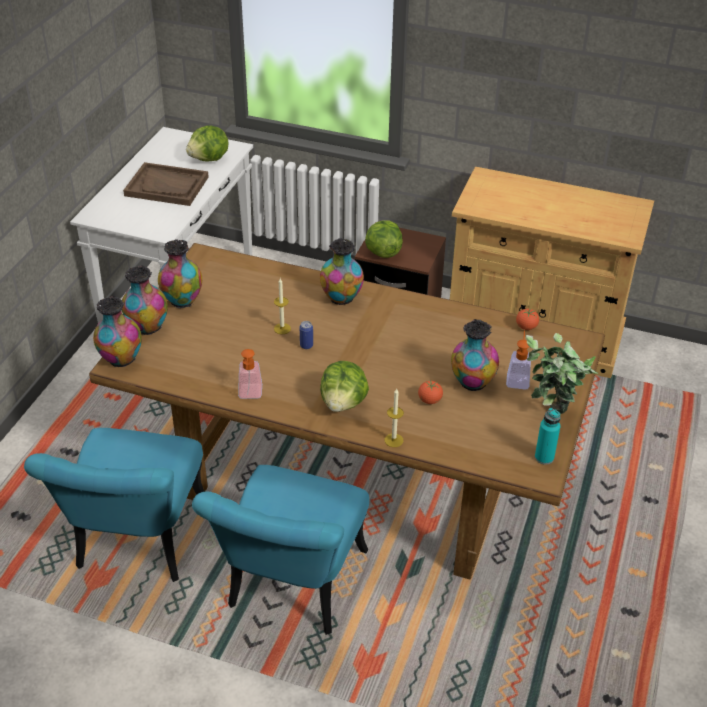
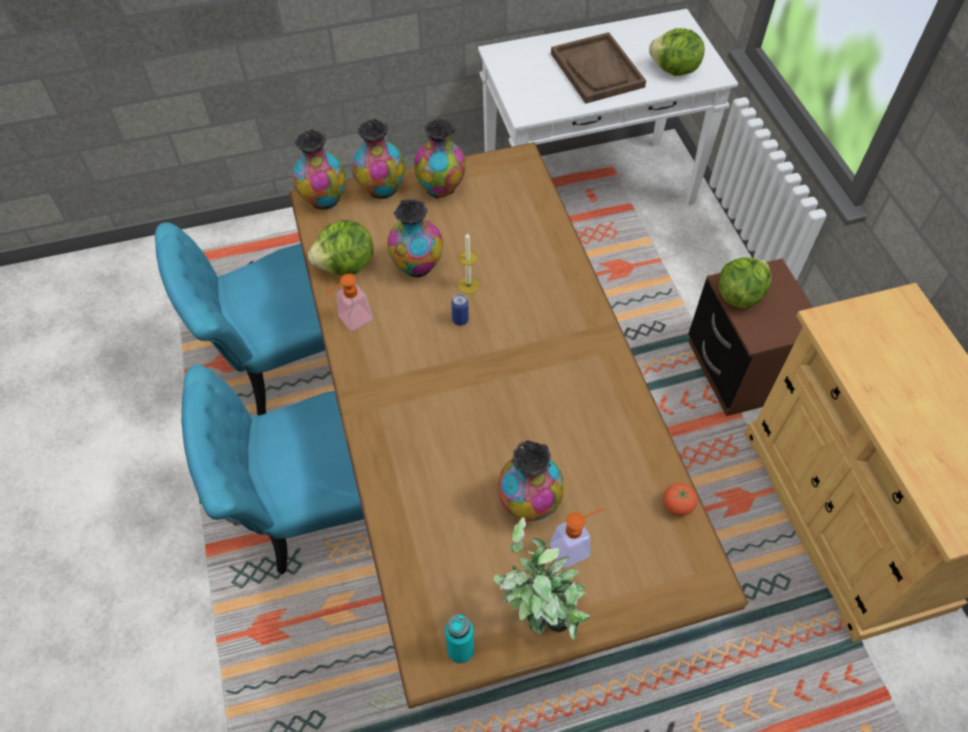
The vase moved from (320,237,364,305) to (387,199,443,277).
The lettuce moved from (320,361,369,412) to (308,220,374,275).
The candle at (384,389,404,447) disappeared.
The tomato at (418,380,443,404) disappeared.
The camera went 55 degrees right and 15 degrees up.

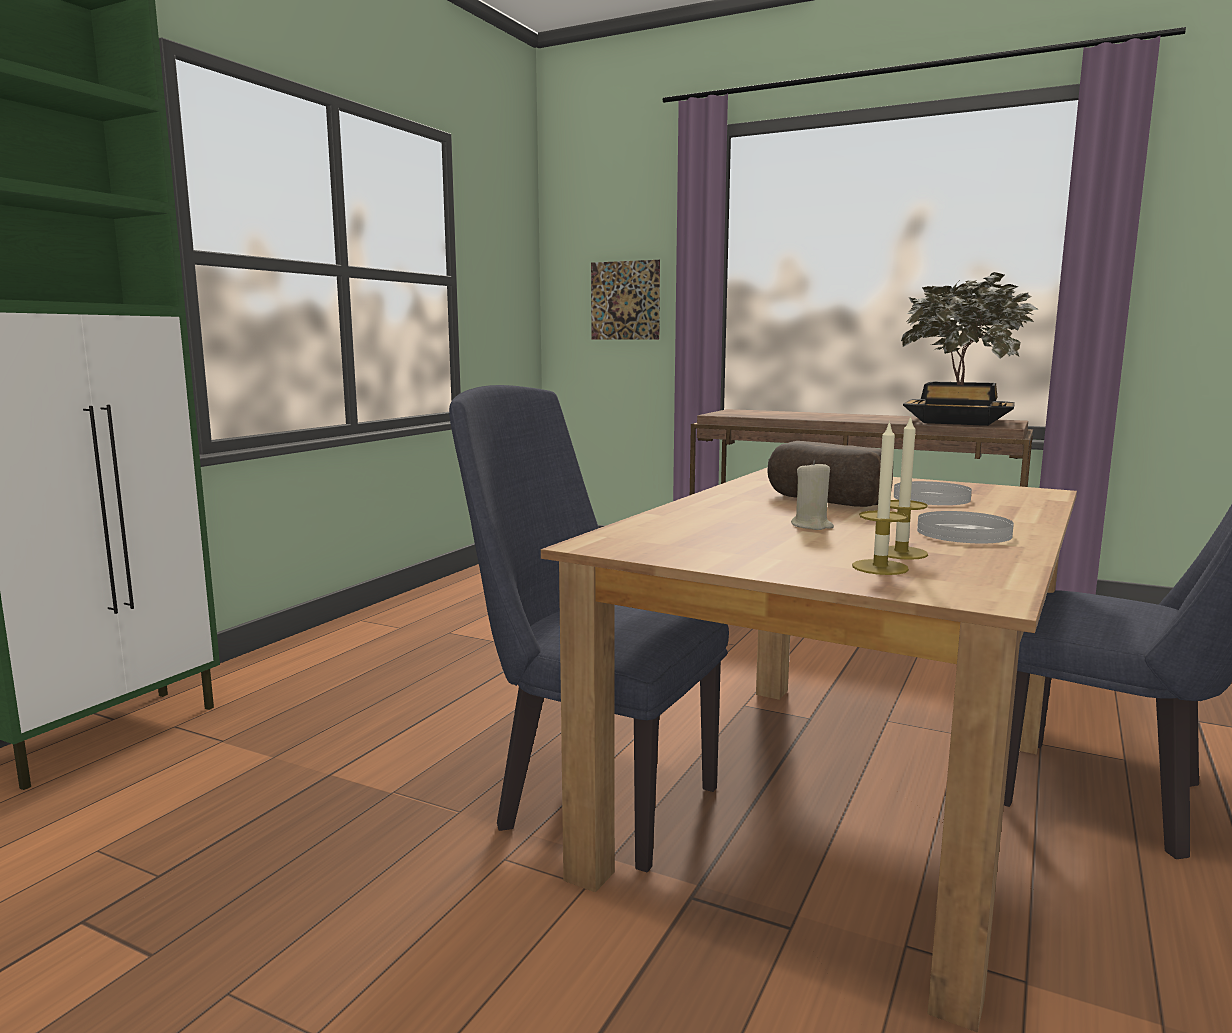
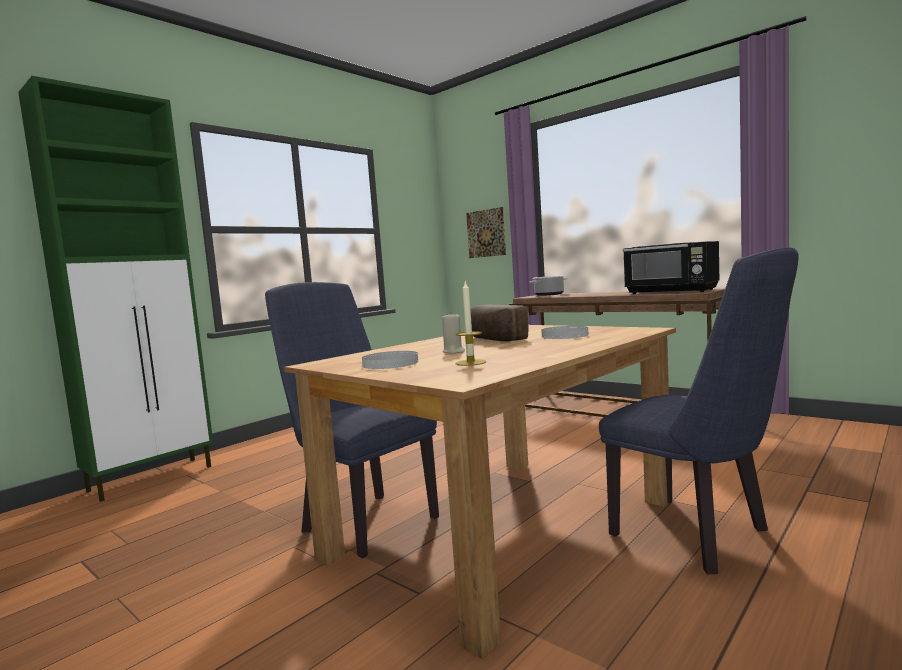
The candle at (852,420,909,575) disappeared.
The potted plant at (901,272,1039,426) was replaced by the black microwave at (623,241,719,294).
The white plate moved from (917,511,1014,543) to (362,351,418,369).
The cooking pot at (529,276,568,296) appeared.
The camera went 15 degrees right and 5 degrees down.

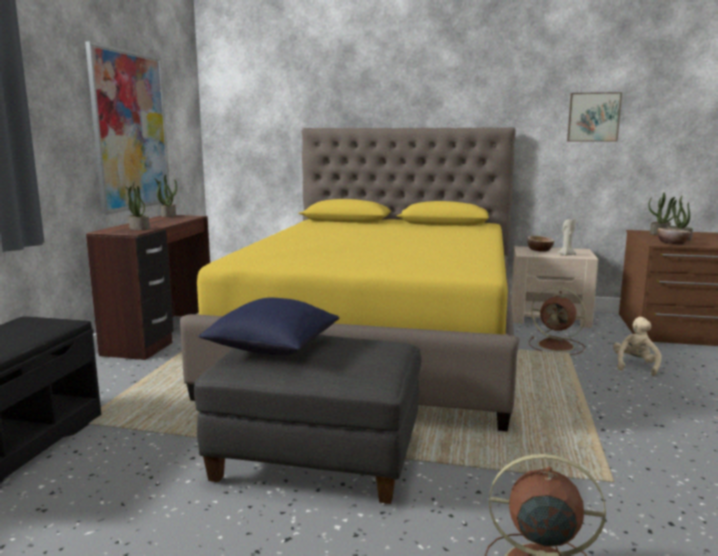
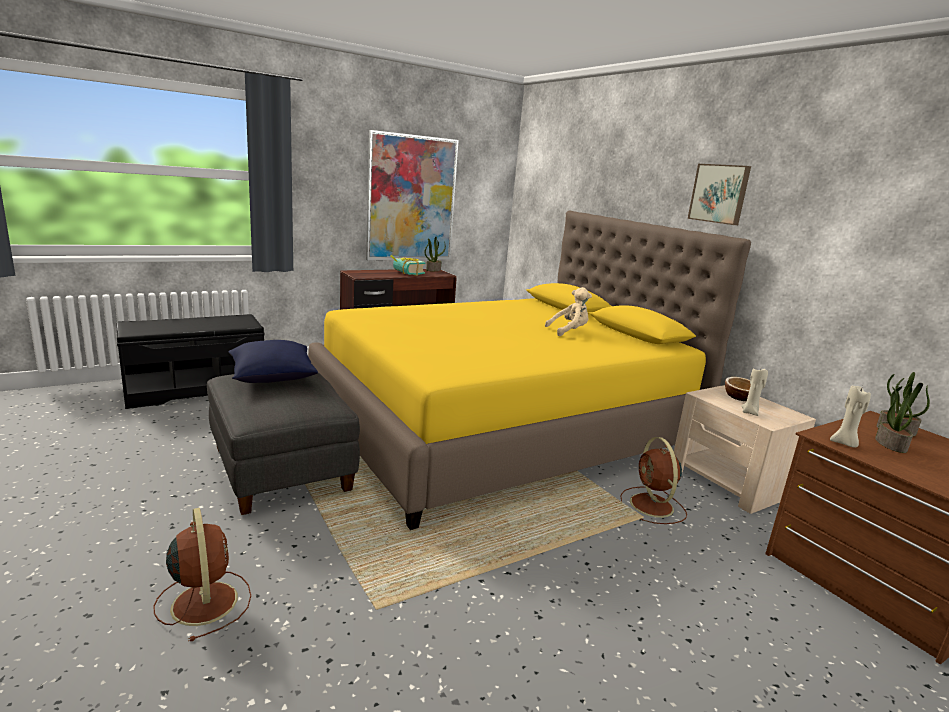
The potted plant at (125,182,150,230) disappeared.
The picture moved from (567,92,622,142) to (688,164,751,225).
The beige plush toy moved from (613,317,662,376) to (545,287,592,336).
The bowl at (657,228,691,244) was replaced by the beige candle at (830,385,871,448).
The book at (391,255,426,276) appeared.
The camera went 45 degrees right and 5 degrees up.

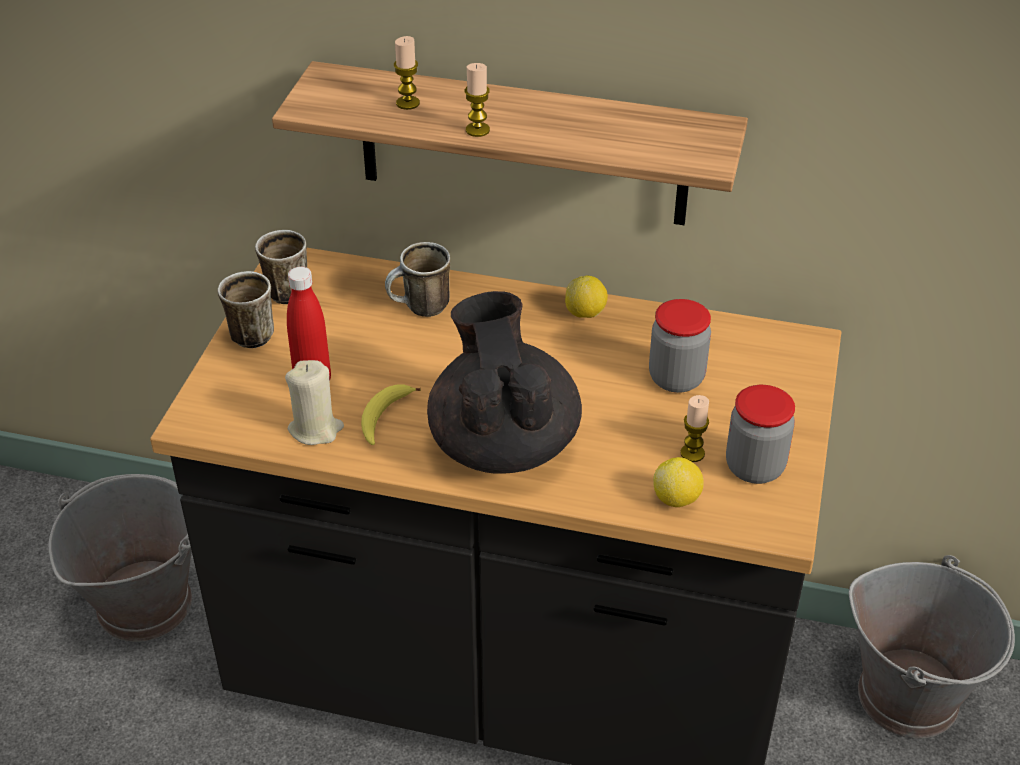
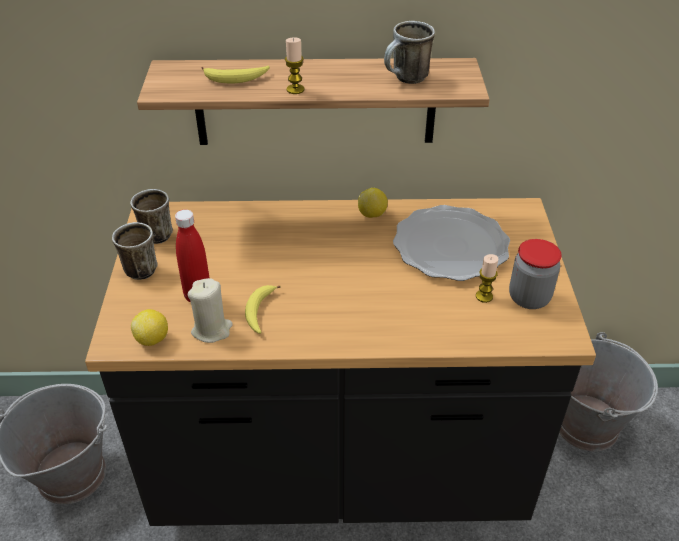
The mug moved from (385,242,450,317) to (384,21,435,84).
The candle at (394,36,420,110) was replaced by the banana at (202,66,270,84).
The black teapot at (427,291,582,474) disappeared.
The jar at (649,299,711,393) was replaced by the plate at (393,205,510,281).
The lemon moved from (653,457,704,507) to (131,309,168,346).
The camera went 15 degrees left and 0 degrees up.

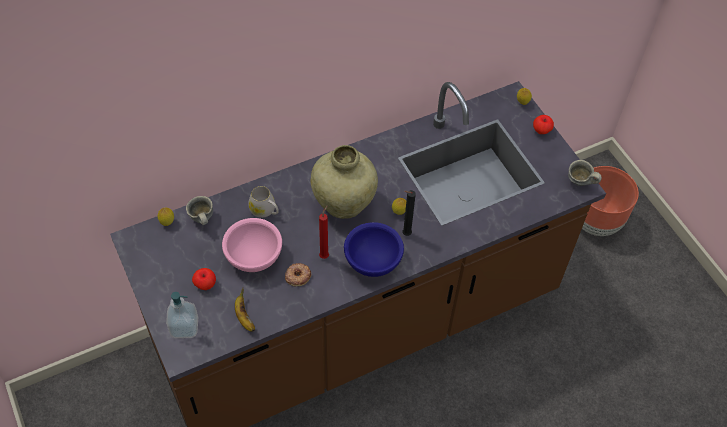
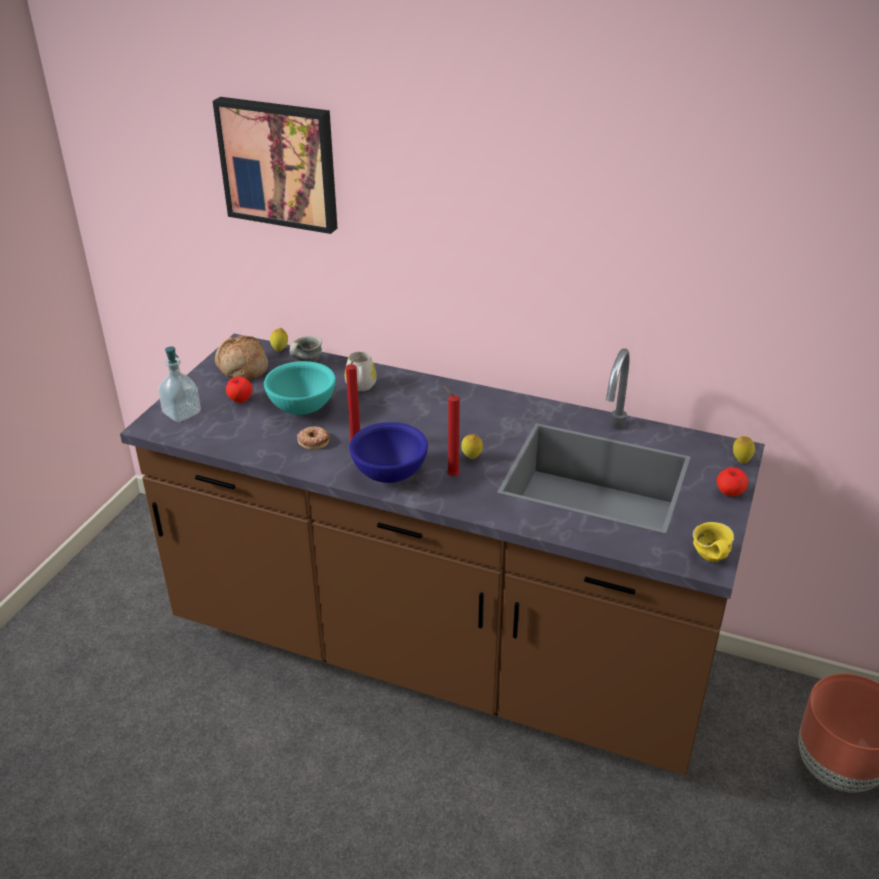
The pink bowl at (222,218,282,272) became the turquoise bowl at (264,361,336,415).
The banana at (235,288,255,331) disappeared.
The beige vase at (311,145,378,219) disappeared.
The black candle at (402,190,416,236) became the red candle at (443,386,460,477).
The grey mug at (568,160,602,186) became the yellow mug at (693,522,734,562).
The picture at (213,97,337,234) appeared.
The bread at (215,335,268,380) appeared.
The camera went 50 degrees right and 20 degrees down.

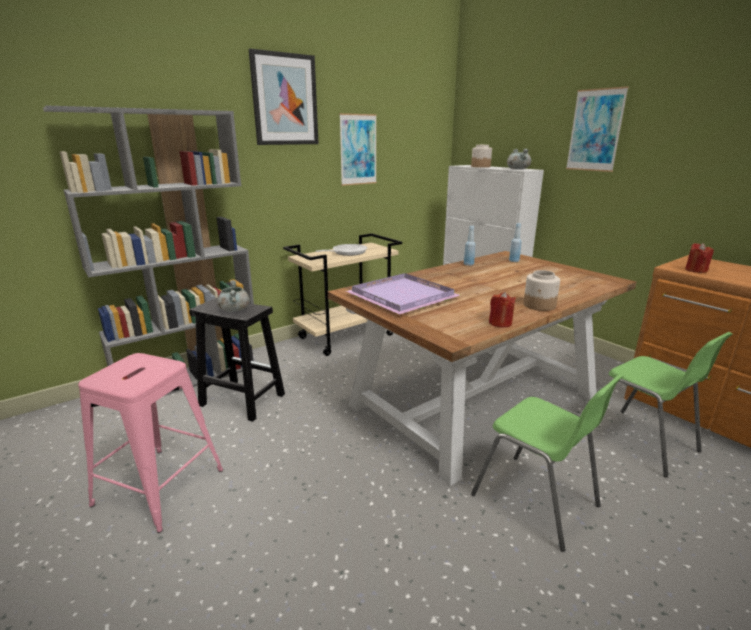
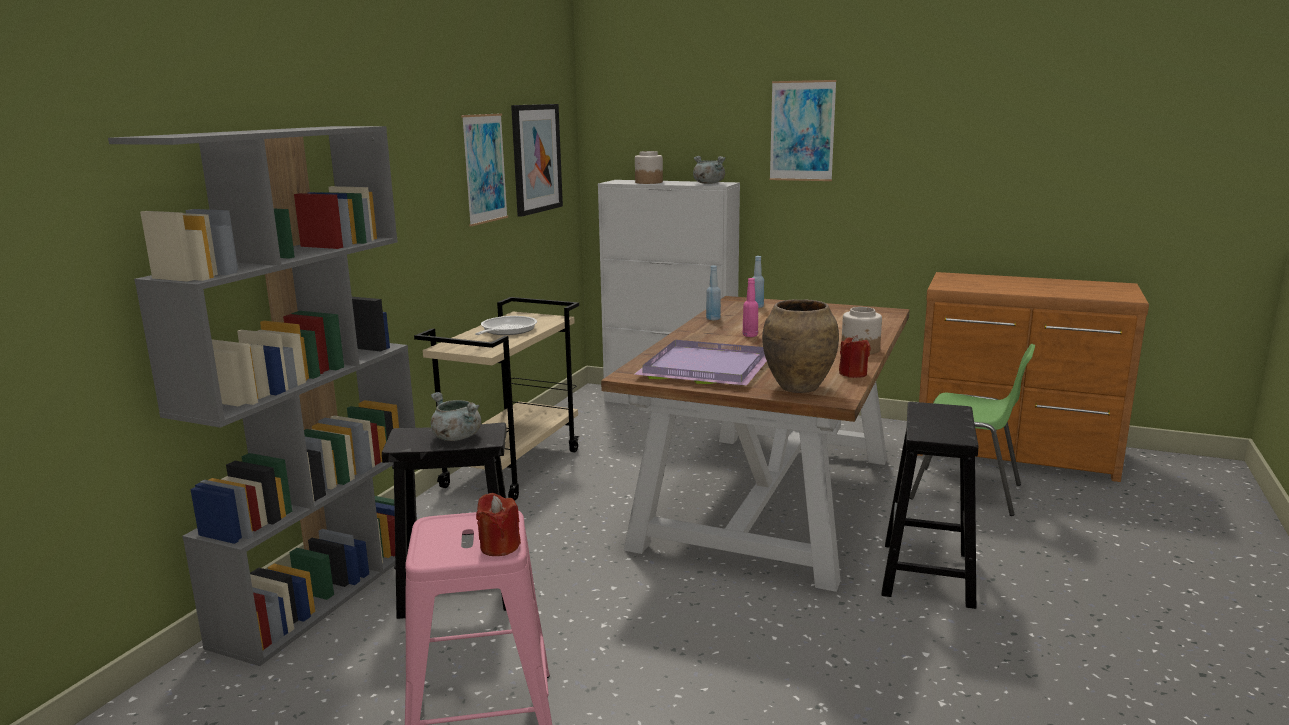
The picture moved from (249,48,319,145) to (511,104,563,217).
The green chair at (471,373,625,552) was replaced by the black stool at (881,402,978,609).
The red candle moved from (685,243,714,273) to (476,493,521,556).
The pink bottle at (743,278,758,337) appeared.
The brown vase at (762,299,839,393) appeared.
The camera went 30 degrees left and 5 degrees down.

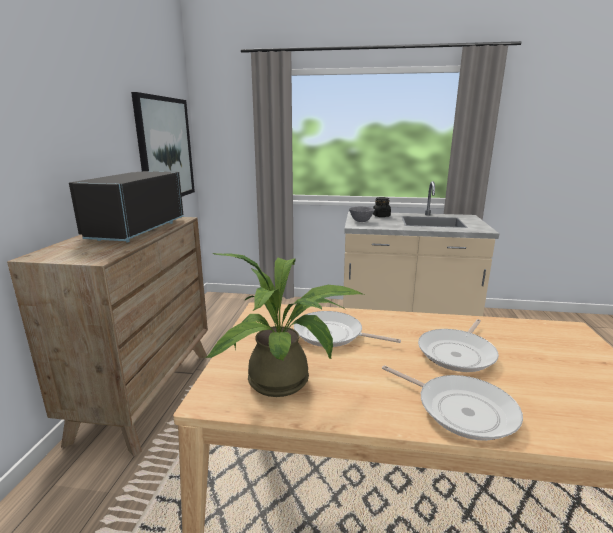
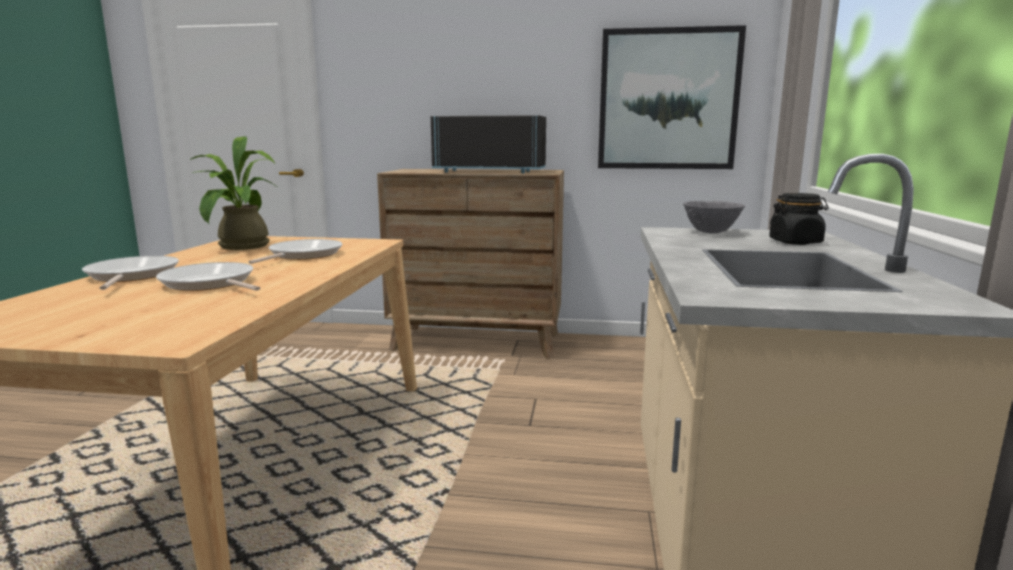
The frying pan at (382,365,523,441) turned 120 degrees clockwise.
The camera went 90 degrees right and 5 degrees down.

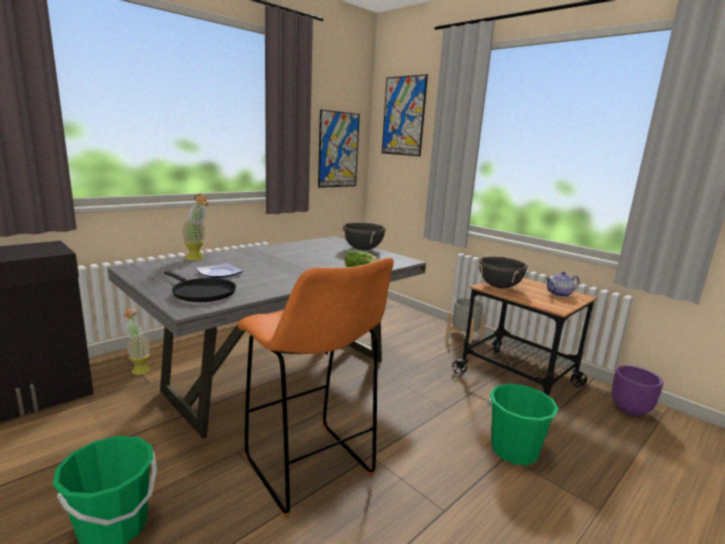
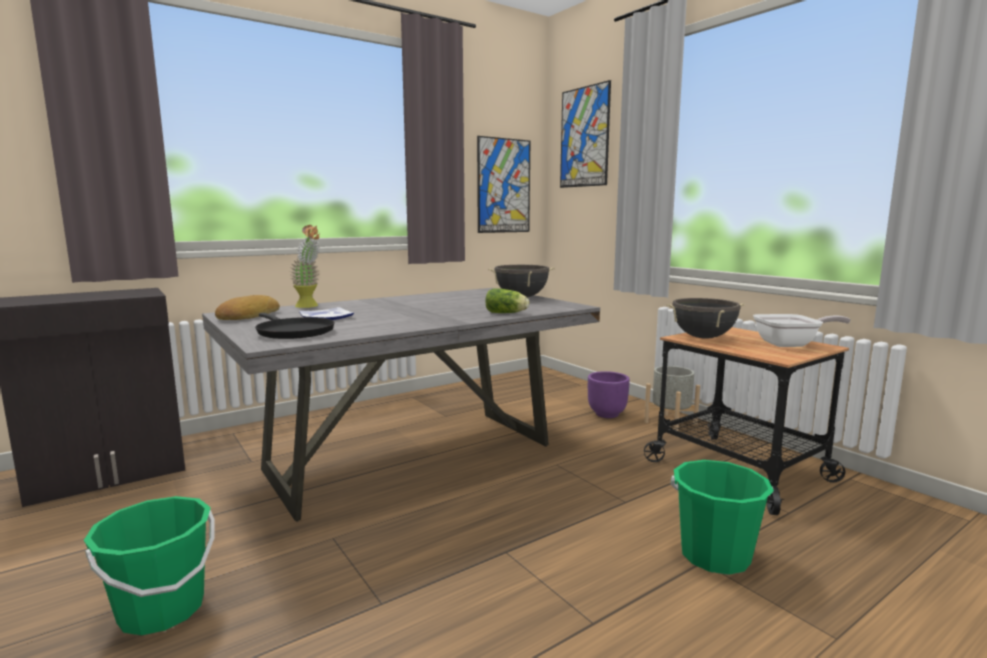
The potted plant at (123,308,151,375) disappeared.
The orange stool at (237,258,394,518) disappeared.
The teapot at (546,272,580,297) was replaced by the frying pan at (753,314,851,347).
The purple planter moved from (612,366,663,416) to (588,371,630,418).
The bread at (215,295,280,320) appeared.
The camera went 10 degrees right and 5 degrees down.

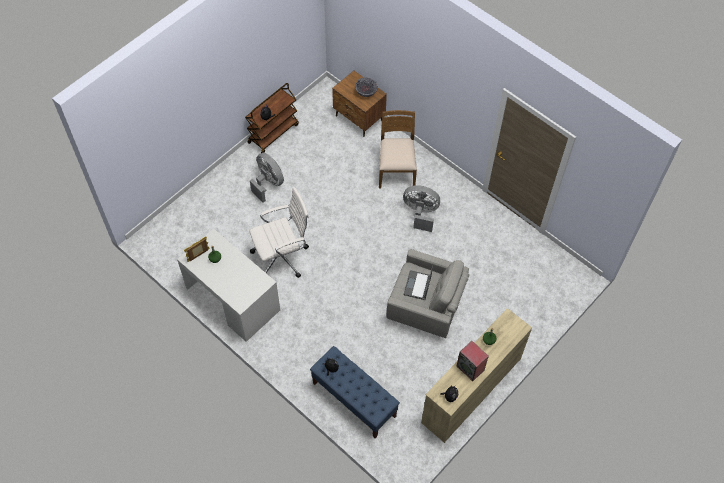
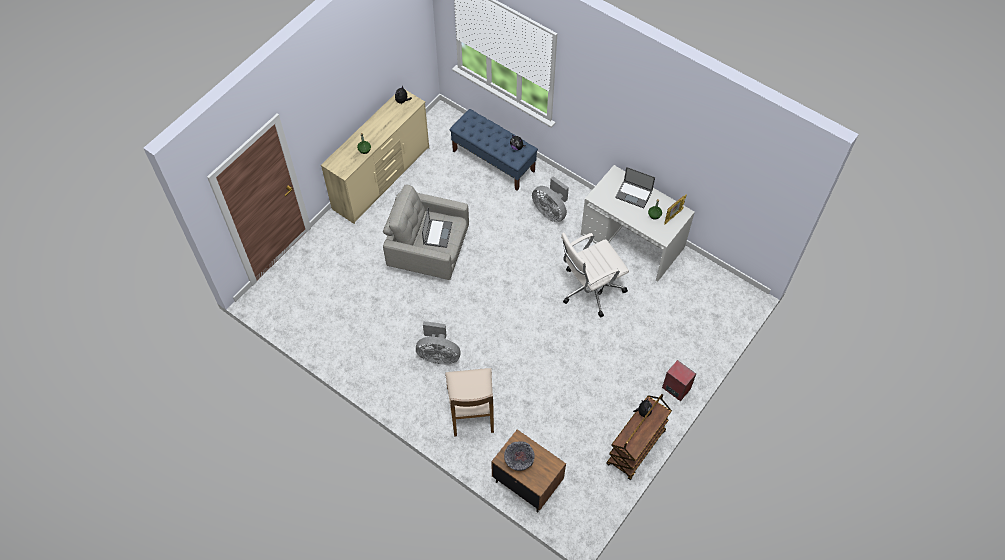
The grey fan moved from (250,153,284,203) to (532,176,569,222).
The speaker moved from (457,341,489,381) to (662,360,696,401).
The laptop at (615,167,655,208) appeared.
The camera went 175 degrees right and 0 degrees up.

